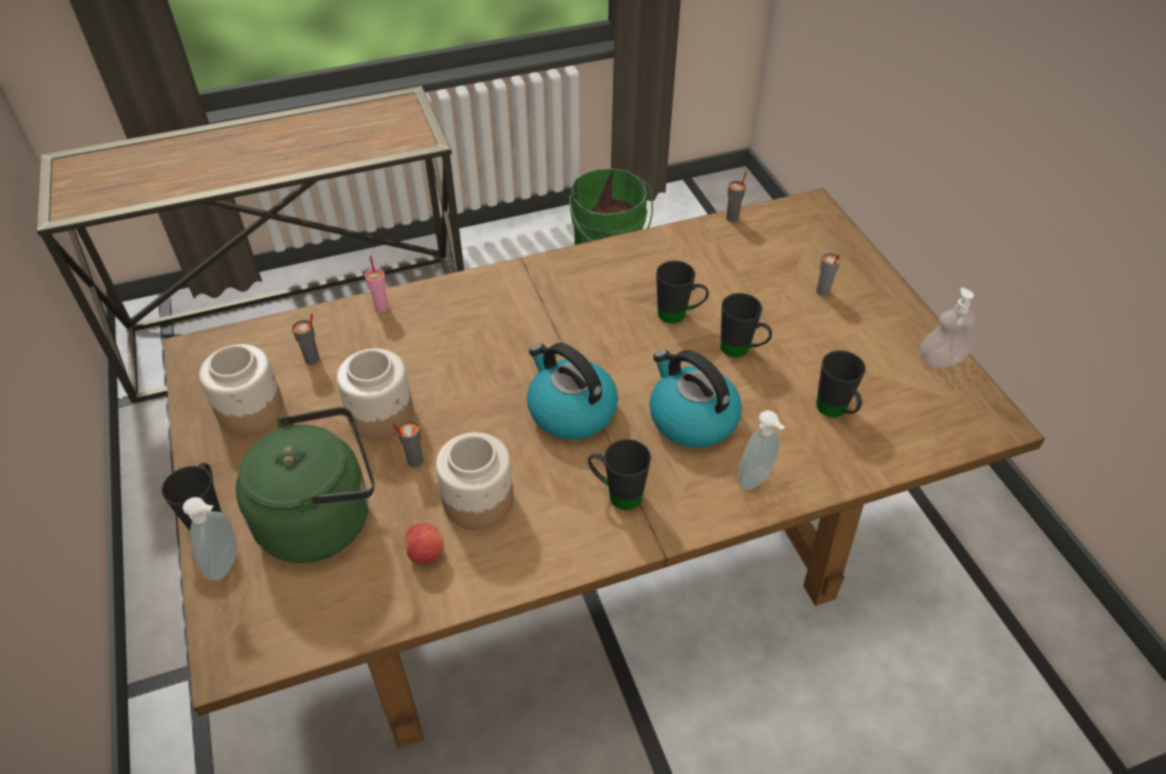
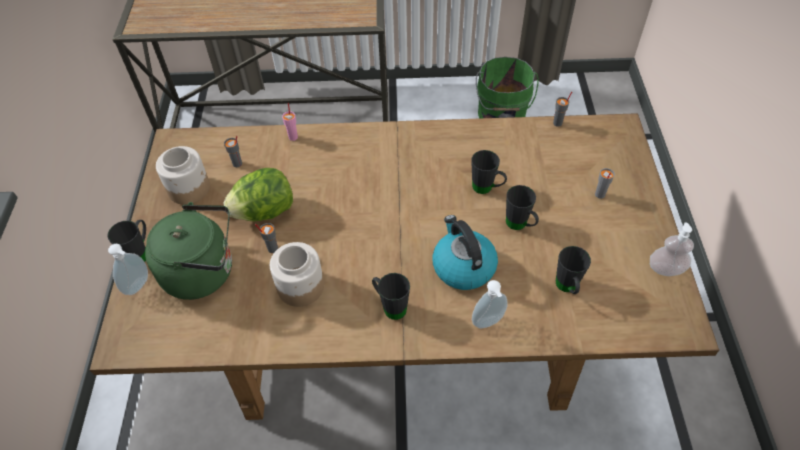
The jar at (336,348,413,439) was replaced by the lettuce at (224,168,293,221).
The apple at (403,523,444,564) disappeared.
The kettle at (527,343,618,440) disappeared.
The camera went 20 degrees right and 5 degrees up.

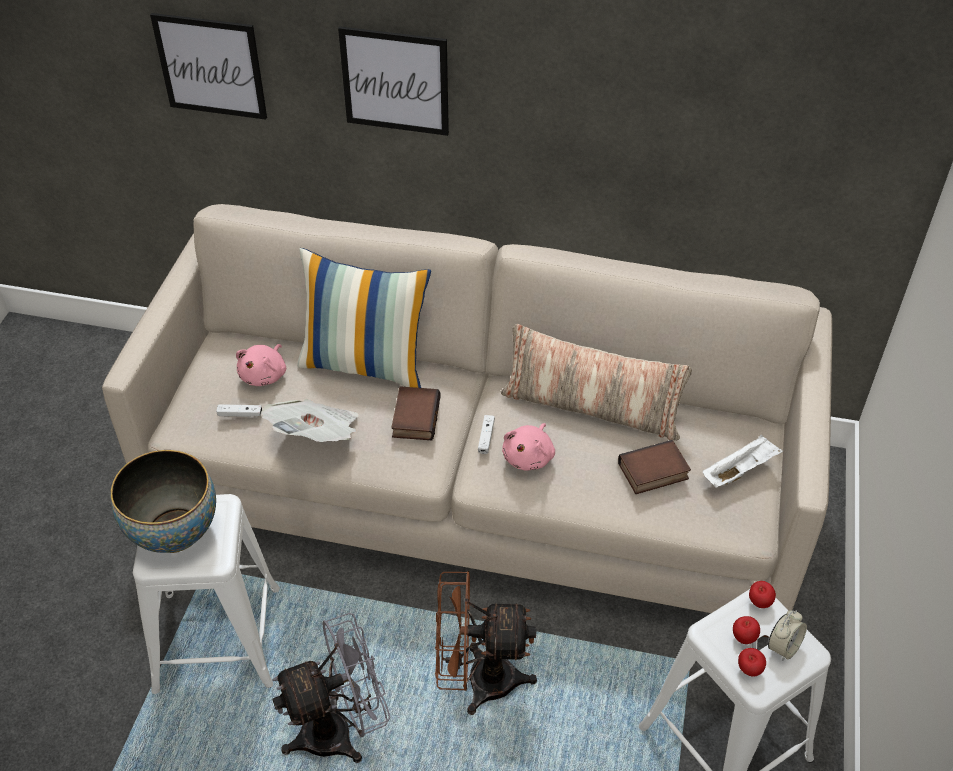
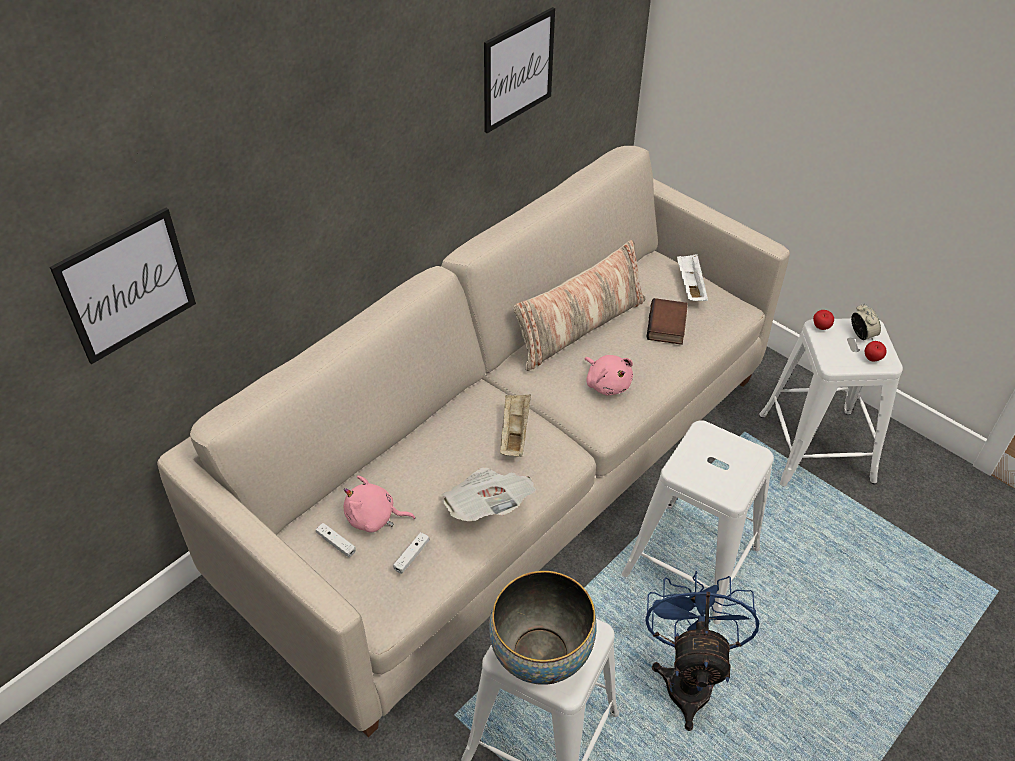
The pink plush toy at (236,344,286,386) turned 135 degrees clockwise.
The grey fan at (272,613,391,763) became the blue fan at (645,571,759,731).
The pillow at (297,248,431,388) disappeared.
The picture moved from (338,26,449,136) to (484,7,555,133).
The book at (391,386,441,440) was replaced by the beige tray at (500,394,531,457).
The brown fan at (435,571,537,715) was replaced by the white stool at (622,421,774,625).
The white game controller moved from (478,415,495,454) to (316,523,356,557).
The apple at (733,616,760,644) disappeared.
The camera went 60 degrees left and 0 degrees up.

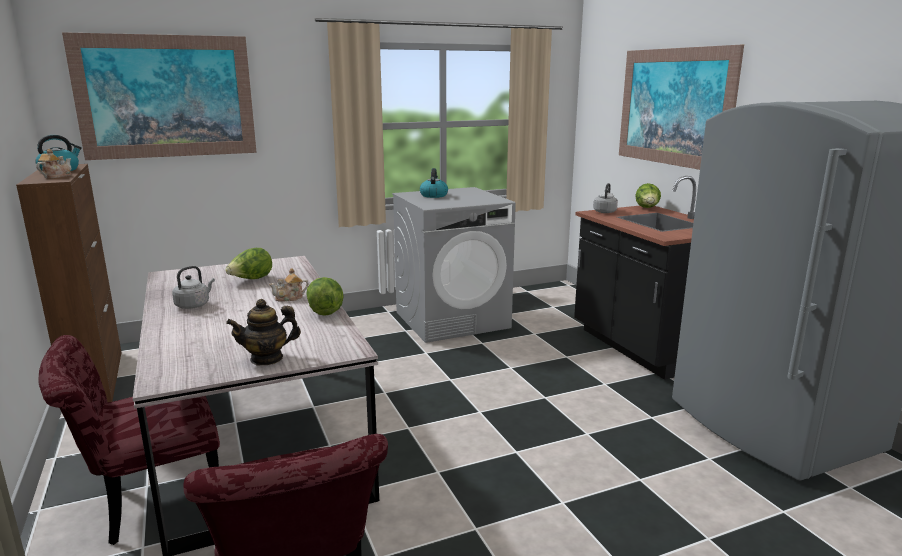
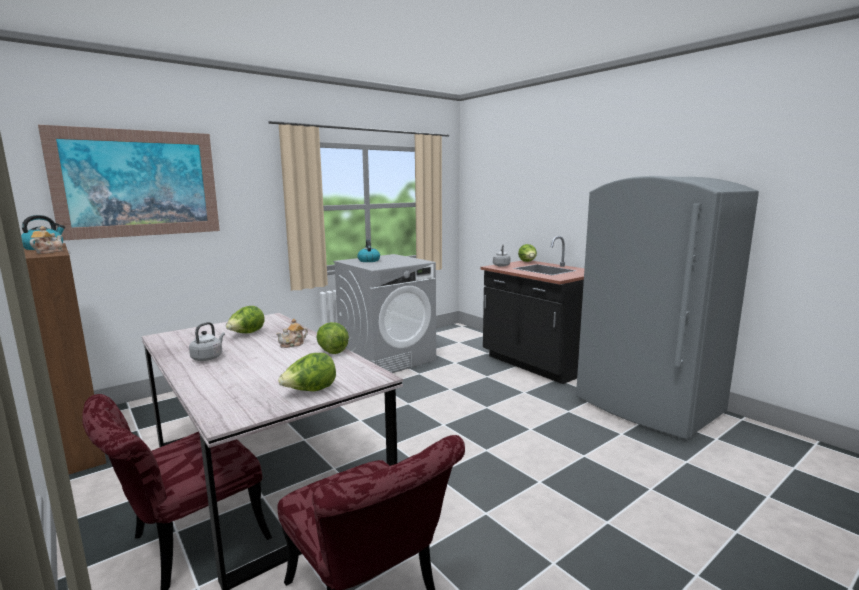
The teapot at (226,299,301,365) was replaced by the lettuce at (278,353,336,391).
The picture at (619,45,744,170) disappeared.
The camera went 15 degrees left and 5 degrees down.

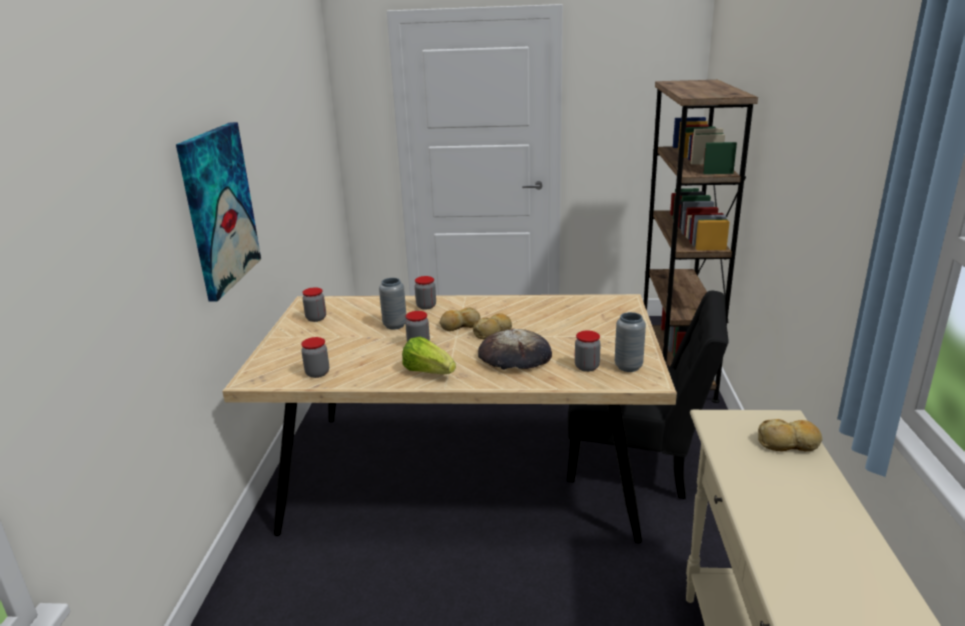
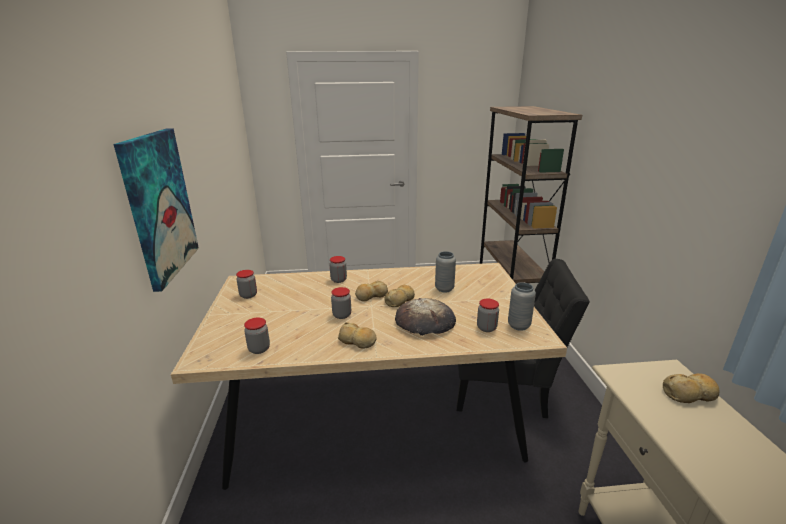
The grey vase moved from (379,278,407,330) to (435,251,456,293).
The lettuce at (402,336,456,374) was replaced by the bread at (338,322,377,349).
The camera went 10 degrees left and 0 degrees up.

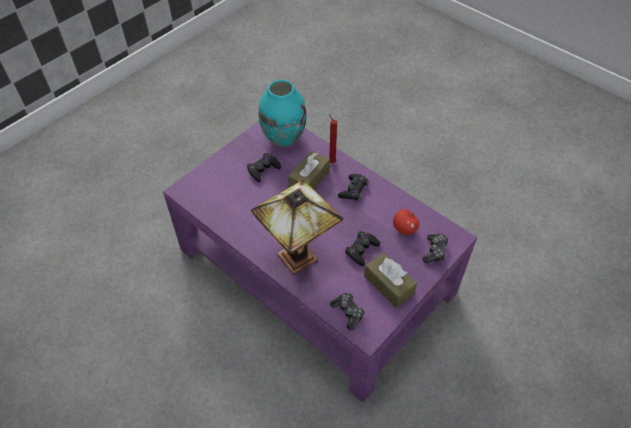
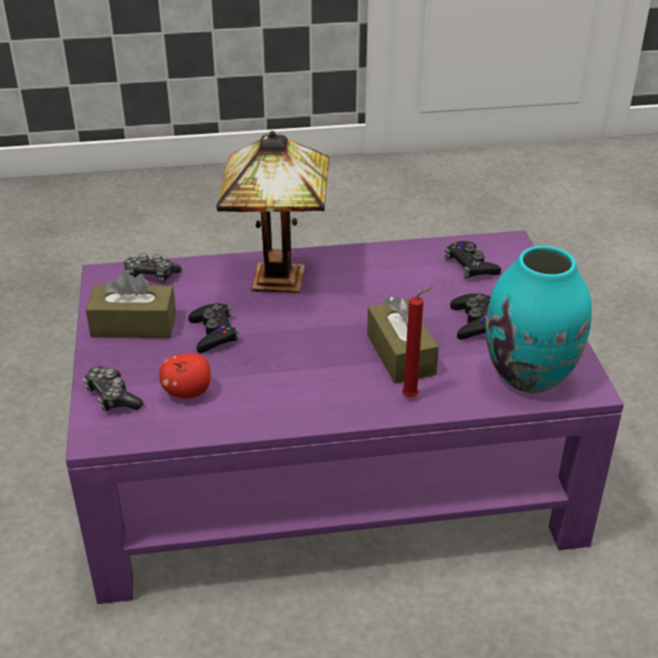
The black game controller moved from (338,174,369,201) to (445,241,501,279).
The camera went 130 degrees right and 15 degrees down.

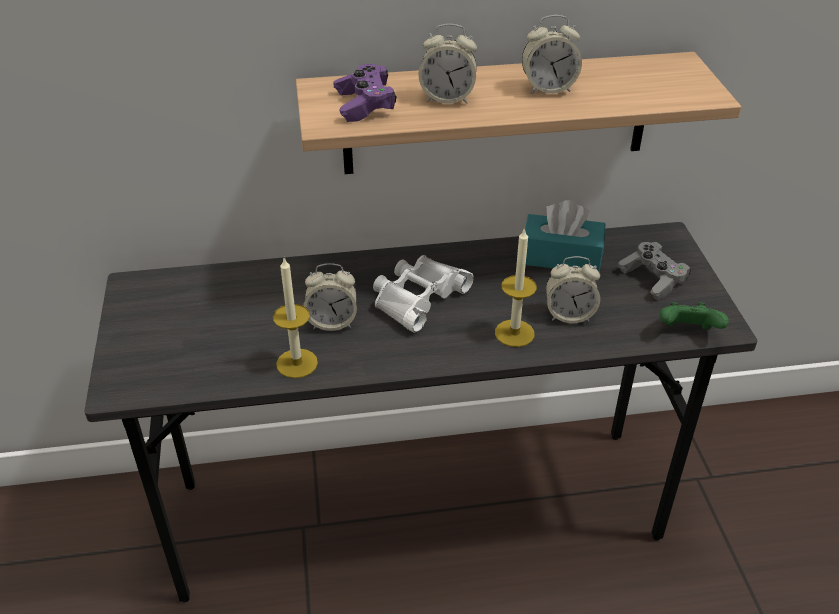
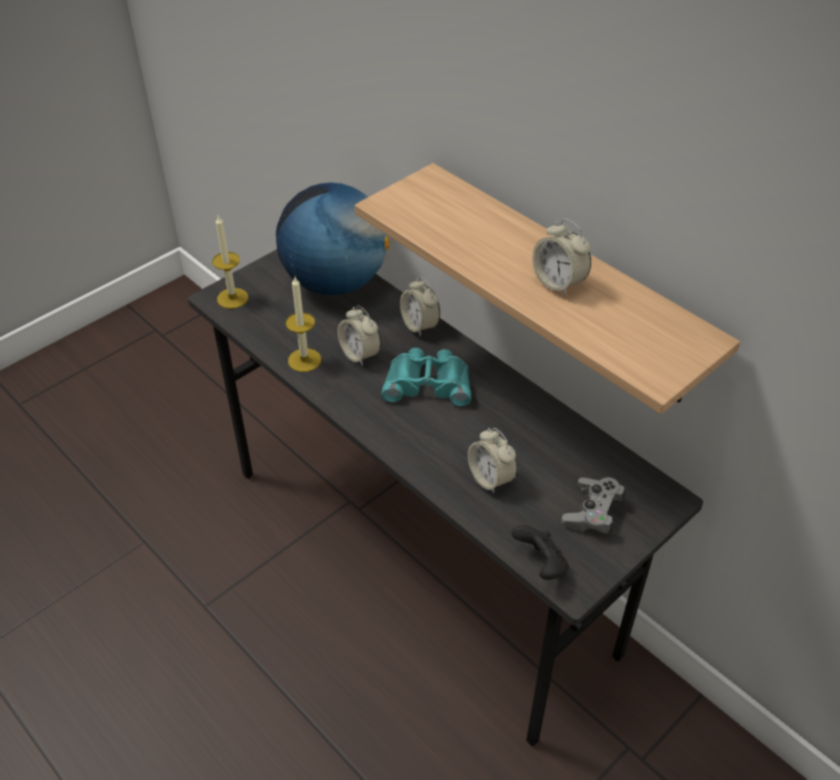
The purple game controller at (333,64,396,122) disappeared.
The white binoculars at (373,255,474,333) became the turquoise binoculars at (381,348,471,407).
The alarm clock moved from (418,24,477,104) to (400,277,440,337).
The candle moved from (495,228,537,347) to (212,216,248,309).
The turquoise tissue box at (525,200,606,272) disappeared.
The green game controller at (660,302,729,330) became the black game controller at (512,525,569,580).
The globe at (276,182,390,295) appeared.
The camera went 55 degrees right and 5 degrees up.

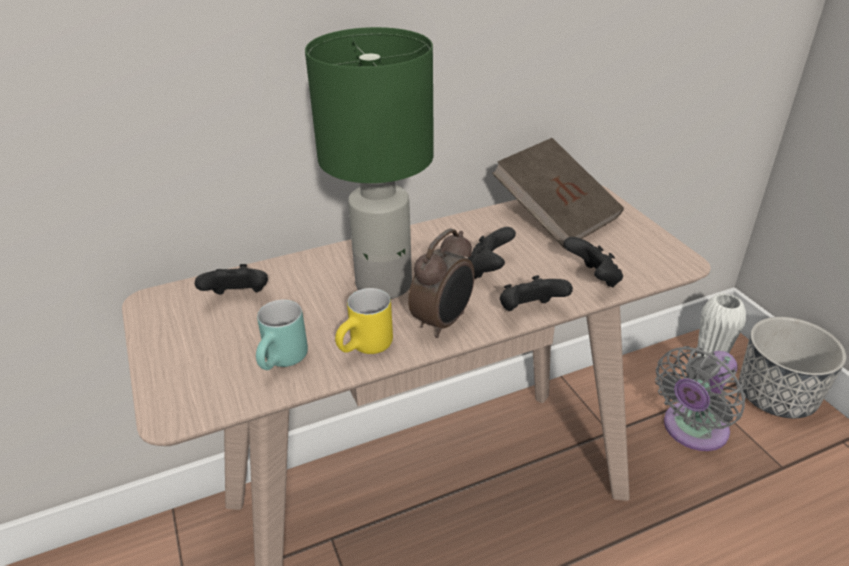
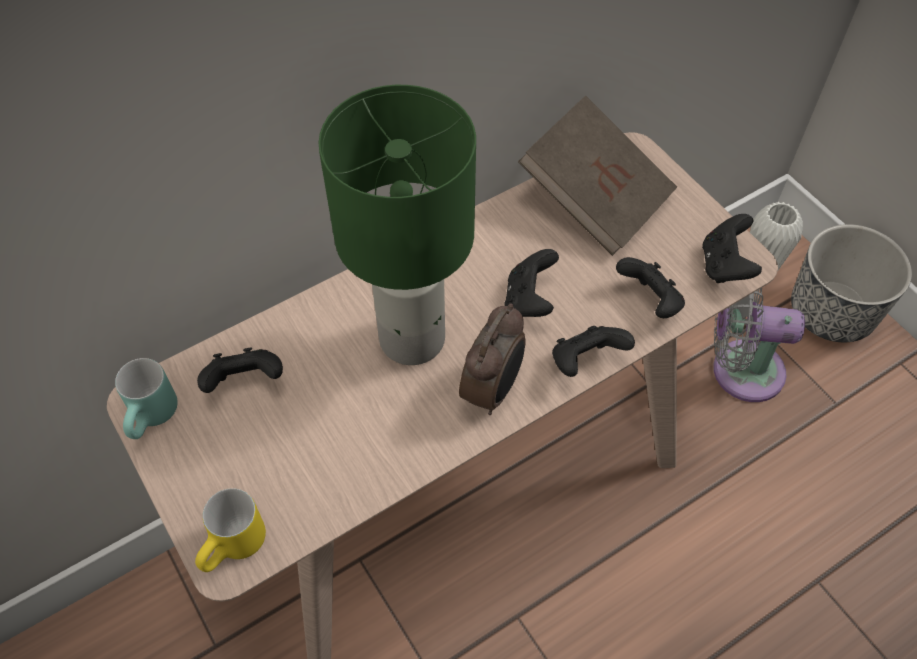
The turquoise mug moved from (256,300,308,370) to (115,358,178,439).
The yellow mug moved from (335,288,393,354) to (195,488,266,572).
The grey fan at (655,346,746,451) turned 60 degrees clockwise.
The black game controller at (702,214,762,283) appeared.
The camera went 10 degrees left and 20 degrees up.

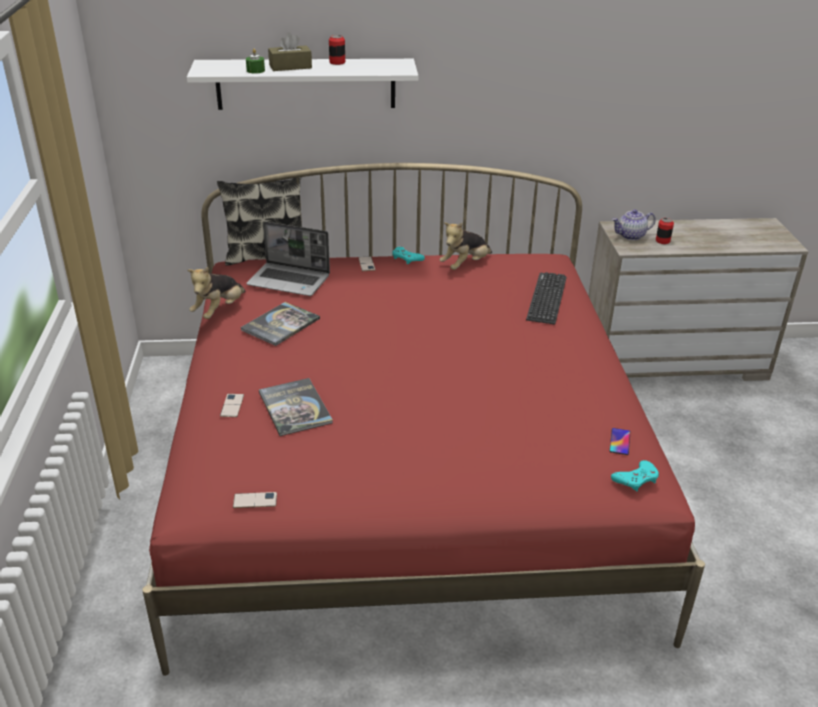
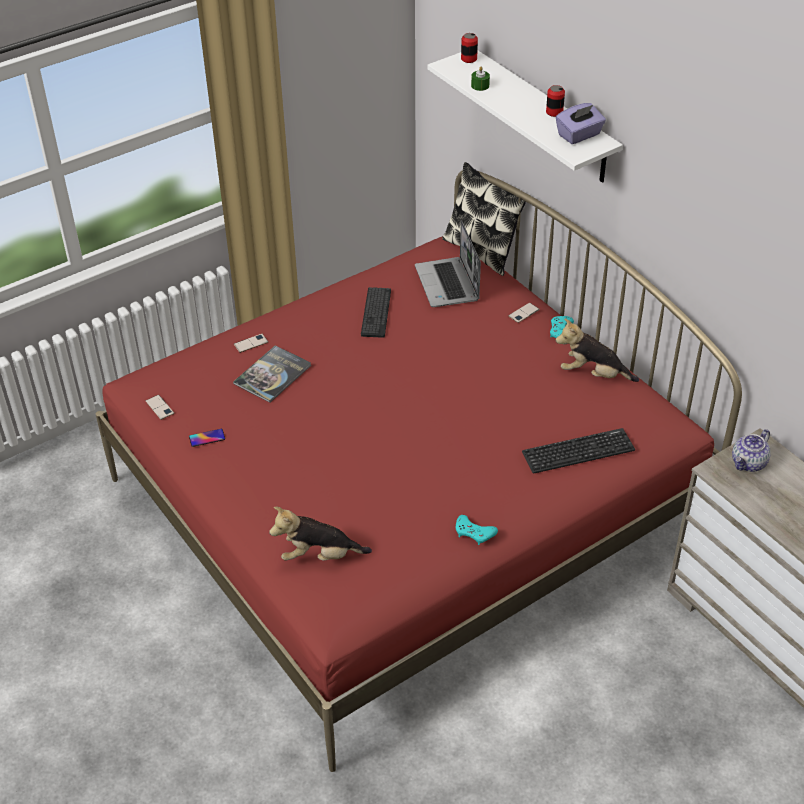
The plush toy moved from (187,267,245,319) to (269,507,372,561).
The book at (240,302,320,346) was replaced by the keyboard at (361,287,391,338).
The brown tissue box at (268,32,312,71) disappeared.
The phone moved from (610,428,630,455) to (189,429,225,447).
The turquoise game controller moved from (611,460,659,491) to (456,515,498,545).
The teapot at (612,209,656,240) turned 90 degrees counterclockwise.
The can moved from (656,218,674,244) to (461,33,478,63).
The purple tissue box at (556,103,606,144) appeared.
The camera went 60 degrees right and 10 degrees up.

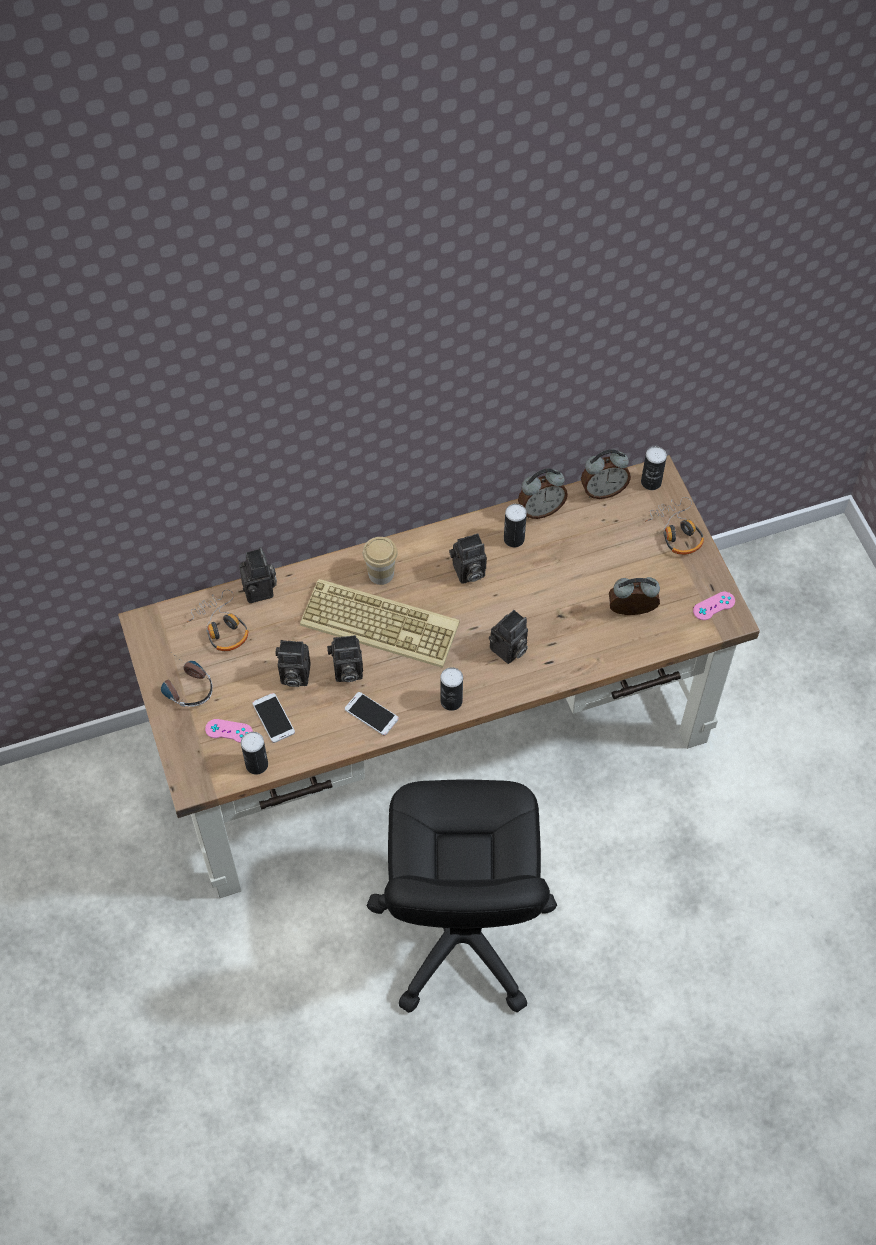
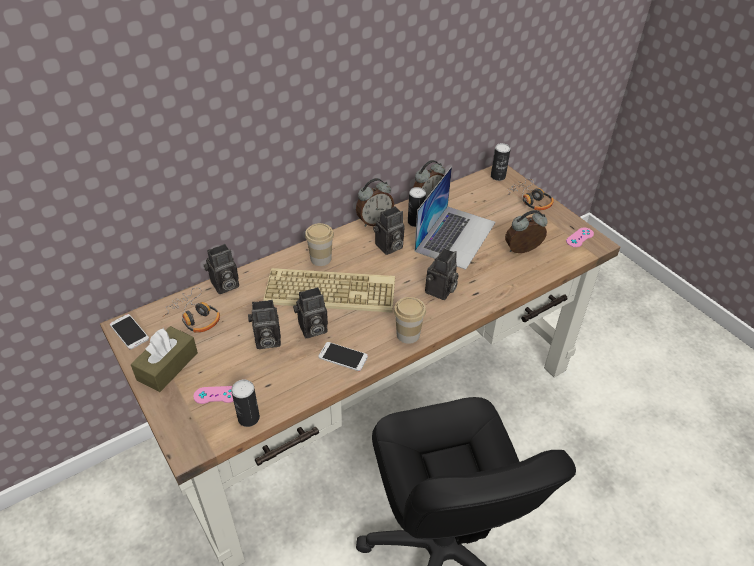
The headphones at (161,653,213,707) was replaced by the brown tissue box at (131,326,198,392).
The photo camera at (239,547,277,603) turned 90 degrees clockwise.
The phone moved from (252,693,295,743) to (110,314,149,349).
The can at (440,667,463,711) was replaced by the cup at (394,297,426,344).
The alarm clock moved from (581,449,631,499) to (356,178,394,227).
The laptop at (414,166,496,270) appeared.
The camera went 15 degrees left and 15 degrees down.

